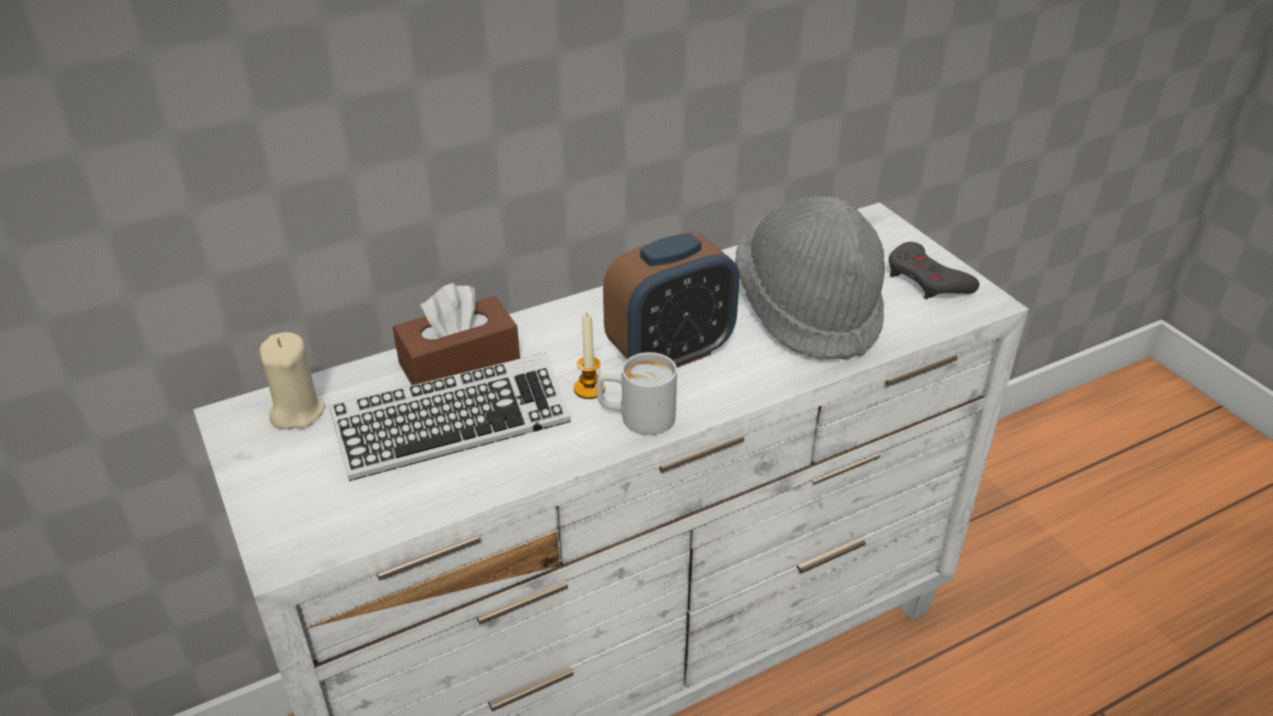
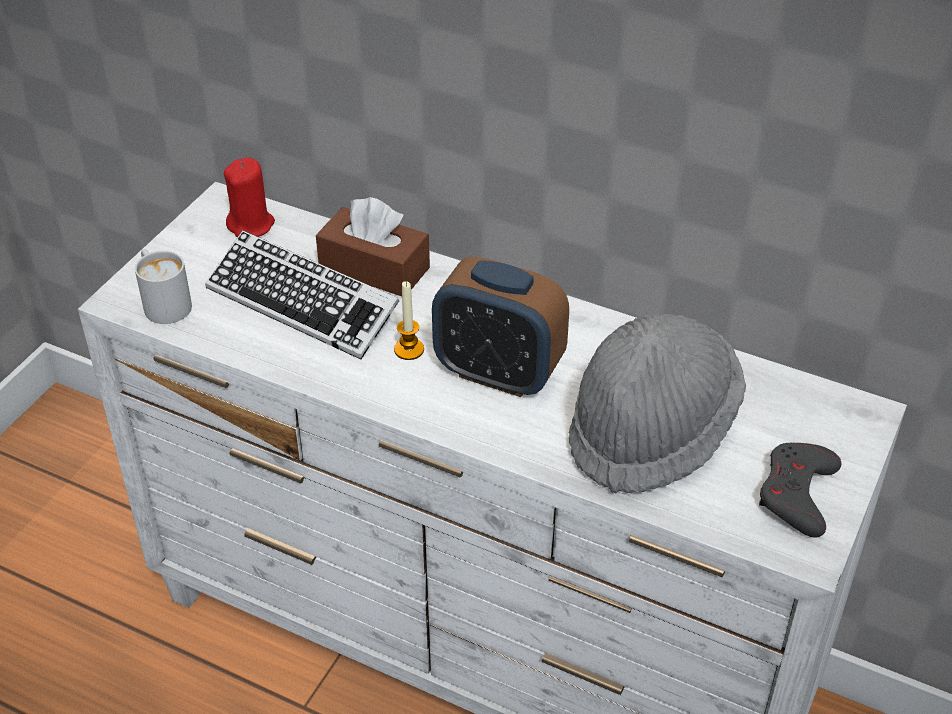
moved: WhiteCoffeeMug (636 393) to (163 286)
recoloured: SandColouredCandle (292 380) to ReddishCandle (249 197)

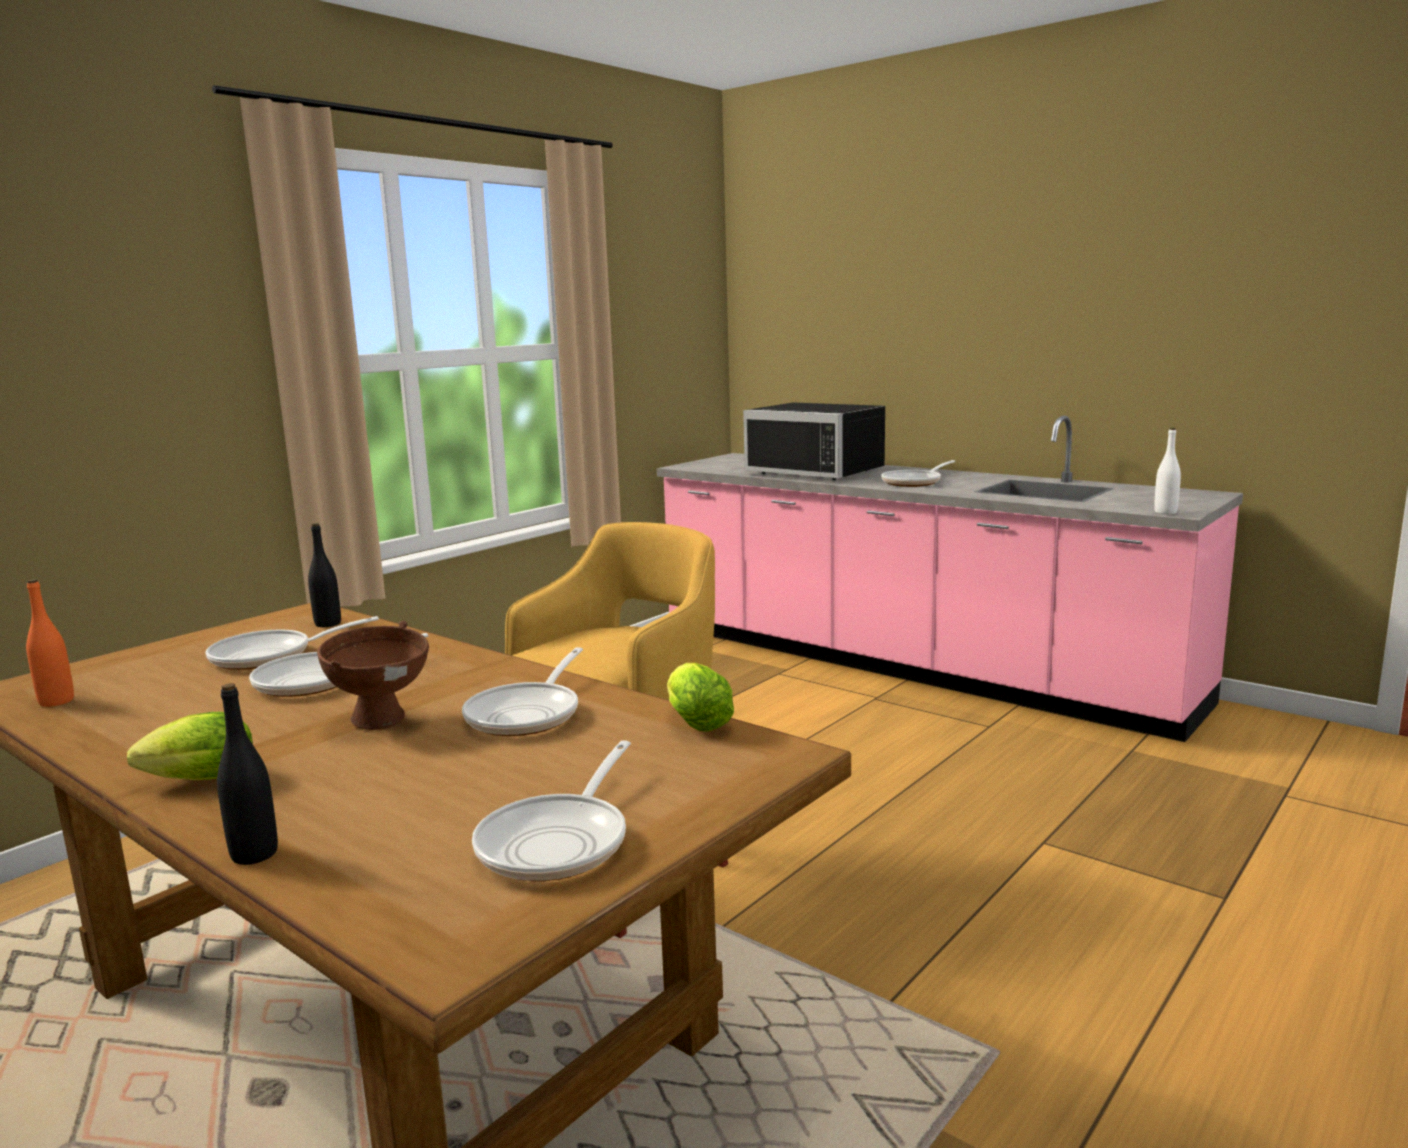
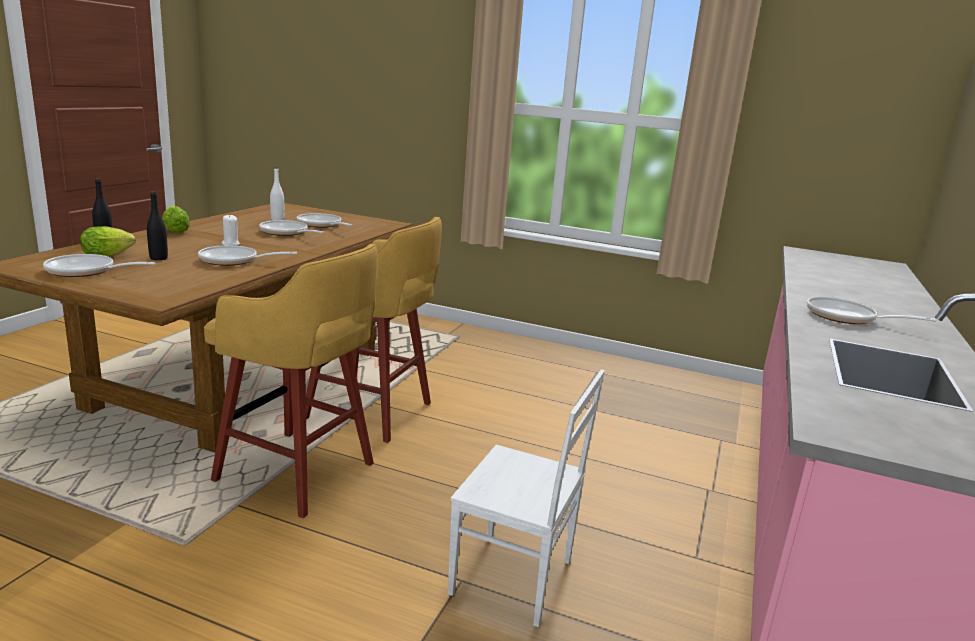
removed: OrangeyBeverageBottle (50 643); BlackColouredMicrowaveOven (814 441)
added: YellowStoolSeat (291 381); WhiteUprightChair (526 498)
moved: LettuceHead (700 697) to (108 241); BlackColouredBeverageBottle (324 575) to (157 225); WhiteBeverageBottle (1167 471) to (277 193)
replaced: BrownColouredServingBowl (373 675) to WhiteCandle (231 230)

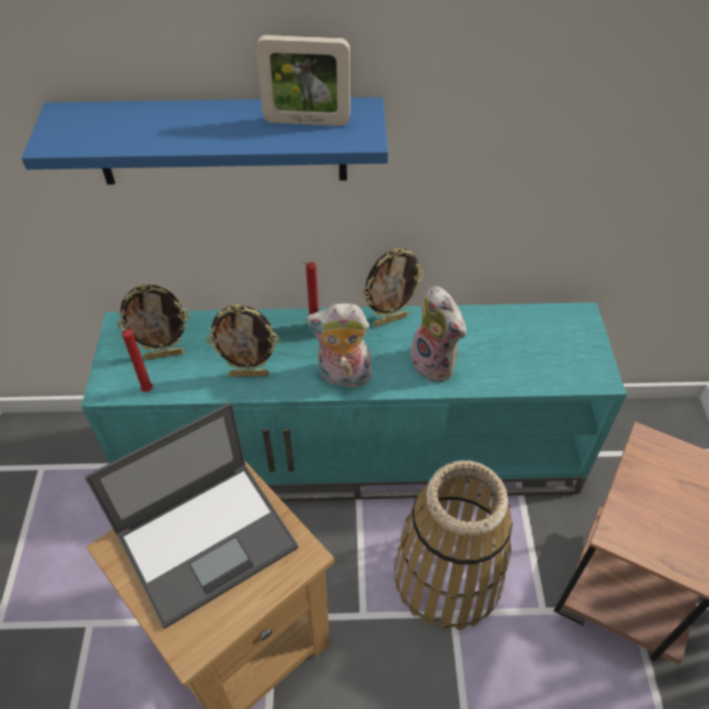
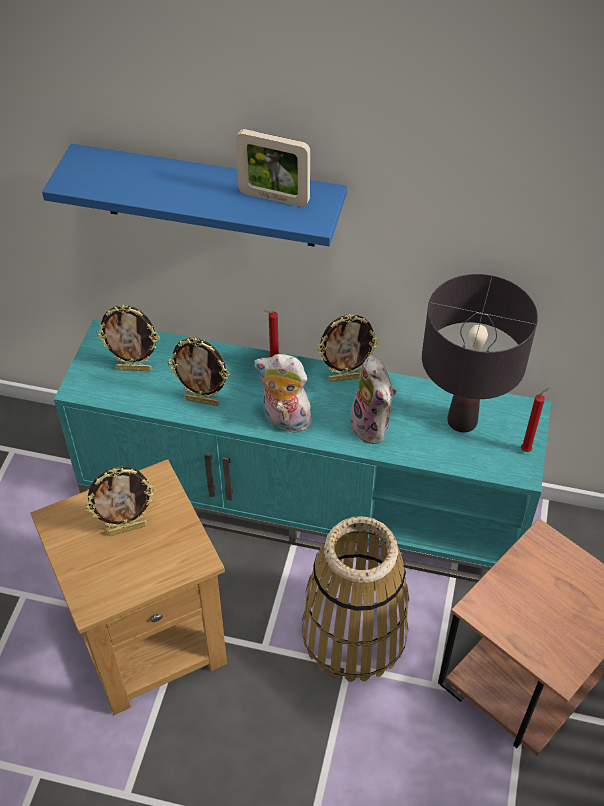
added: BlackColouredLampForATable (480 353)
moved: ReddishCandle (137 355) to (535 419)
replaced: NotebookComputer (191 516) to PhotoFrame (120 501)

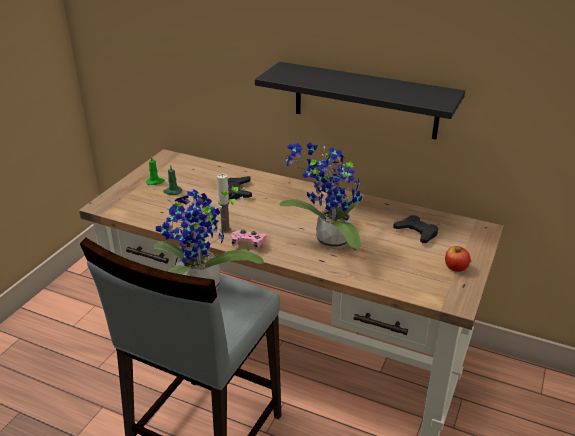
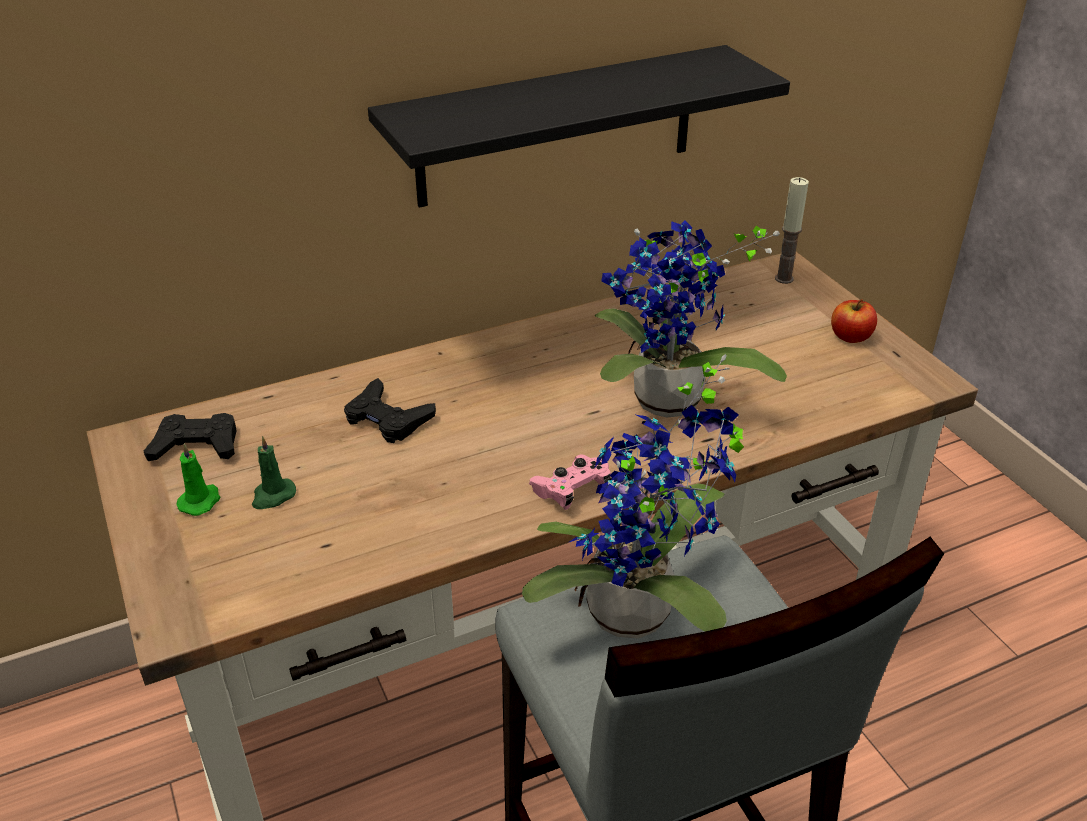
moved: BlackColouredGameController (415 229) to (190 437); Candle (224 203) to (792 230)

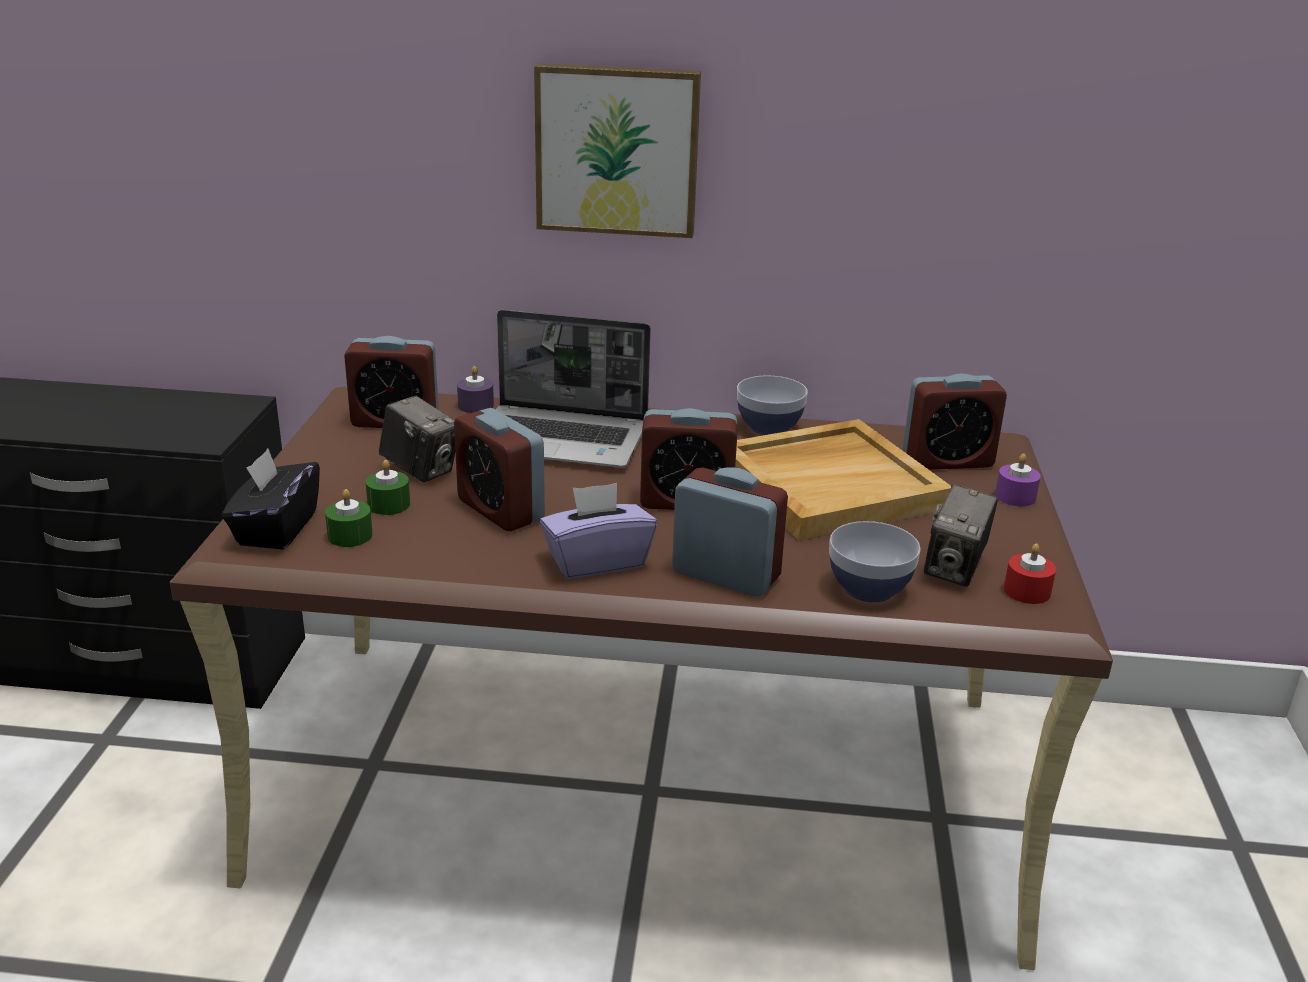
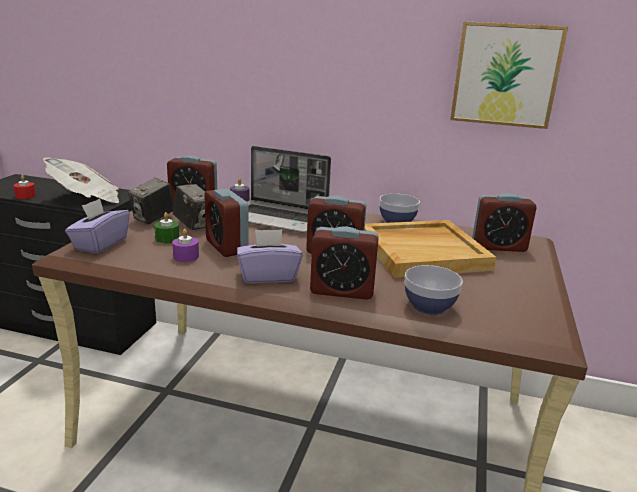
removed: GreenCandle (349 518)
added: DailyPaper (81 180)
moved: ReddishCandle (1030 573) to (25 187); PhotoCamera (961 535) to (151 201); PurplishCandle (1018 479) to (185 245); Picture (617 150) to (509 75)
recoloured: BlackColouredTissueBox (271 499) to PurplishTissueBox (97 226)
turned: BedsideClock (730 532) = (344 263) 150 degrees clockwise

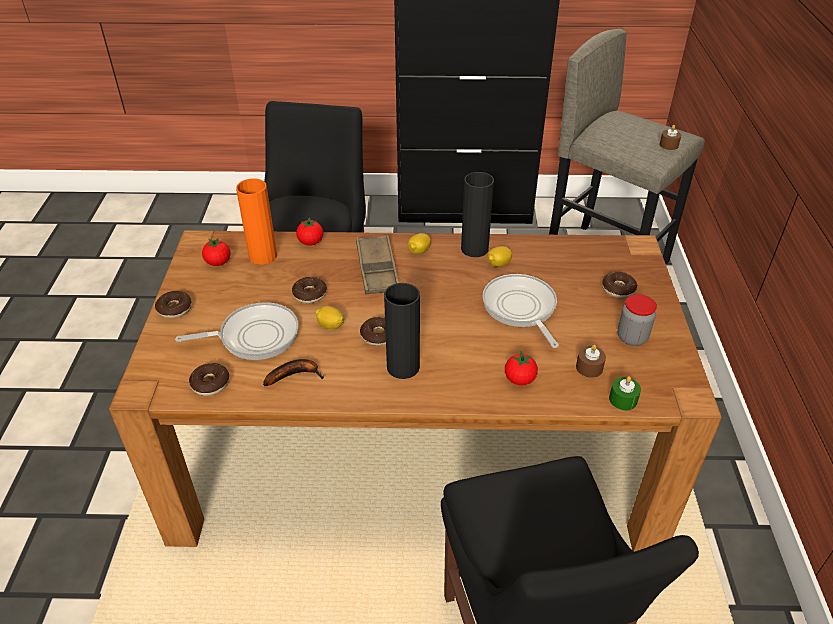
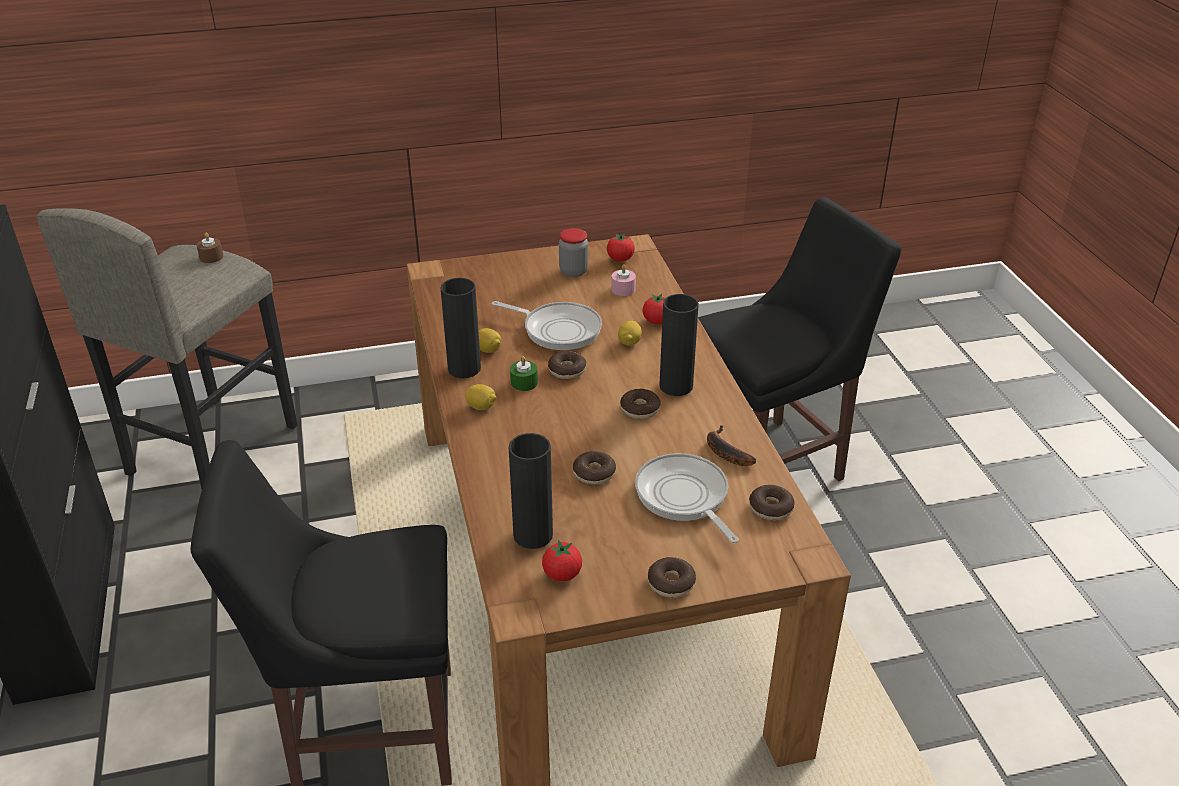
removed: BrownColouredTray (377 265)
moved: GreenCandle (625 393) to (524 373); RingDoughnut (619 285) to (567 365); FreshTomato (309 231) to (621 247); CitrusFruit (329 317) to (630 333)
recoloured: OrangeyVase (256 222) to BlackColouredVase (531 491); BrownColouredCandle (591 361) to PinkishCandle (623 280)
turned: Pan (520 311) = (547 325) 120 degrees counterclockwise

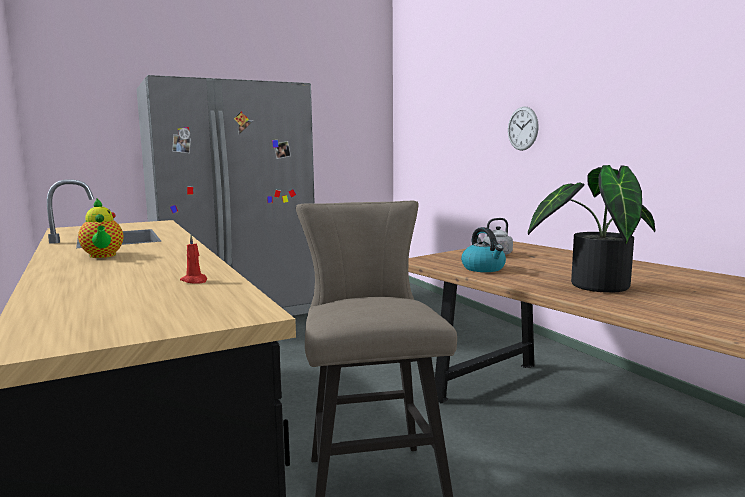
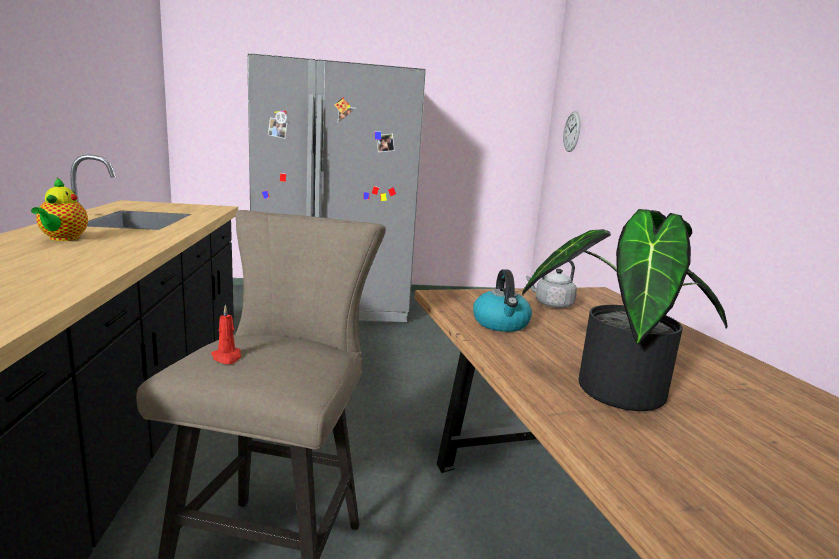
moved: ReddishCandle (193 259) to (226 334); HangingClock (523 128) to (572 131)

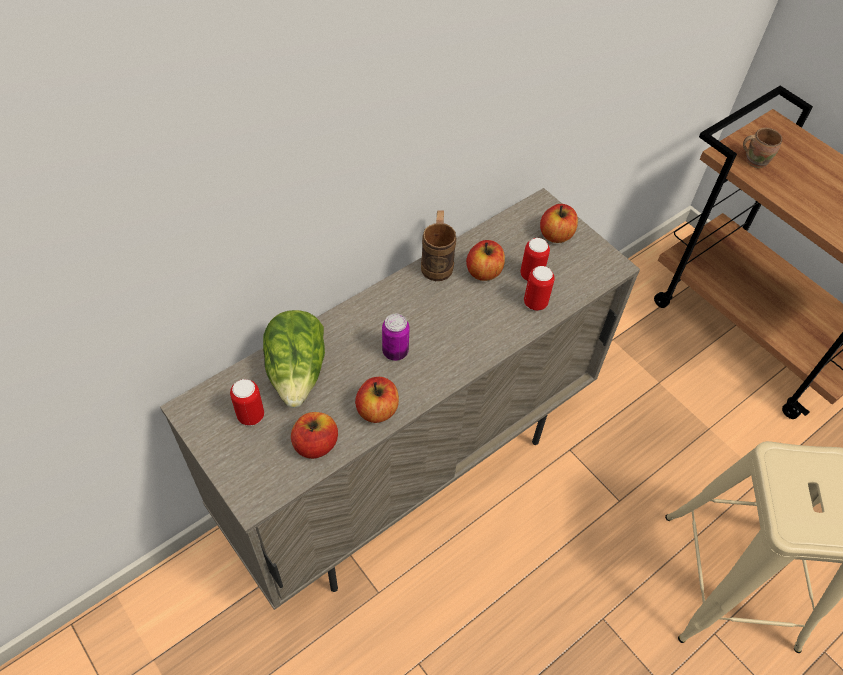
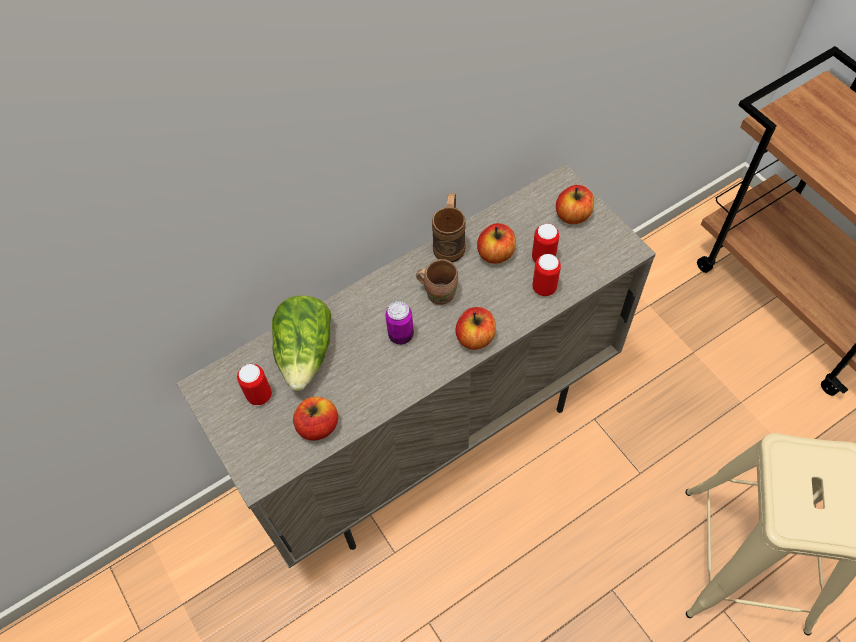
moved: BrownColouredCoffeeMug (762 148) to (437 282); Apple (377 400) to (475 328)

